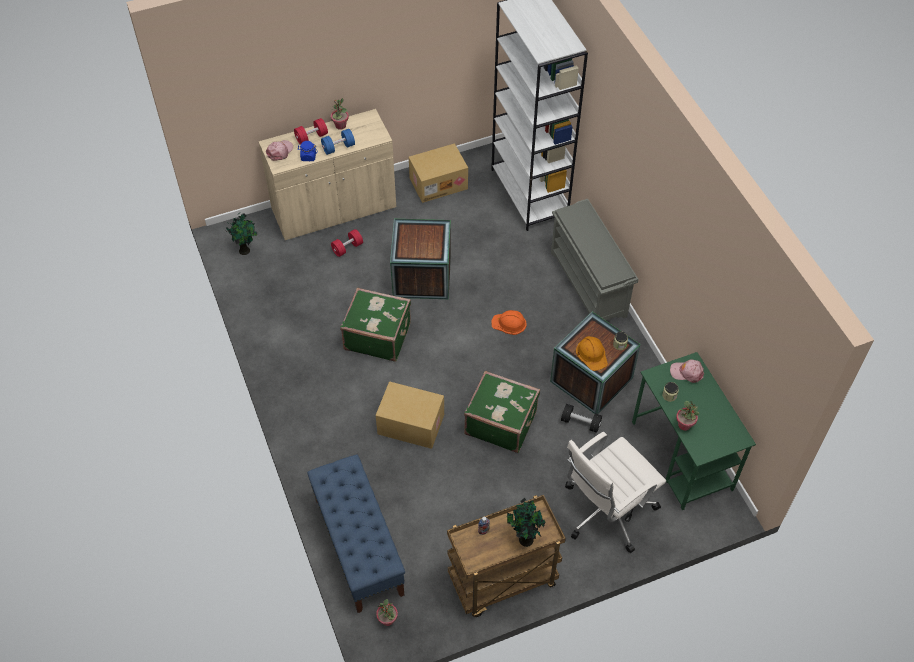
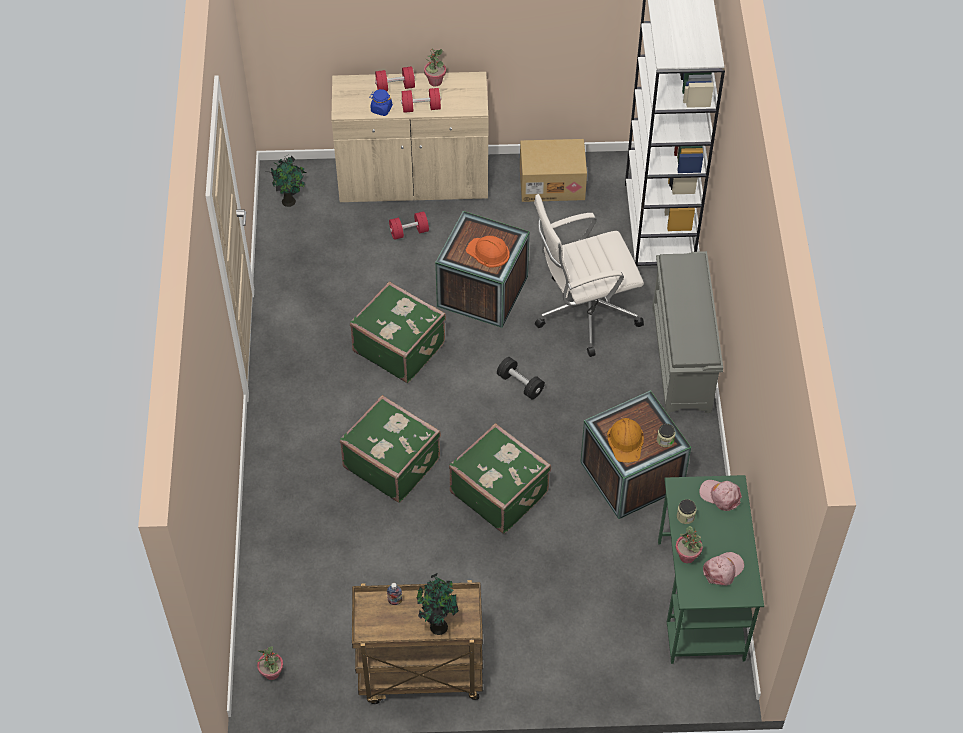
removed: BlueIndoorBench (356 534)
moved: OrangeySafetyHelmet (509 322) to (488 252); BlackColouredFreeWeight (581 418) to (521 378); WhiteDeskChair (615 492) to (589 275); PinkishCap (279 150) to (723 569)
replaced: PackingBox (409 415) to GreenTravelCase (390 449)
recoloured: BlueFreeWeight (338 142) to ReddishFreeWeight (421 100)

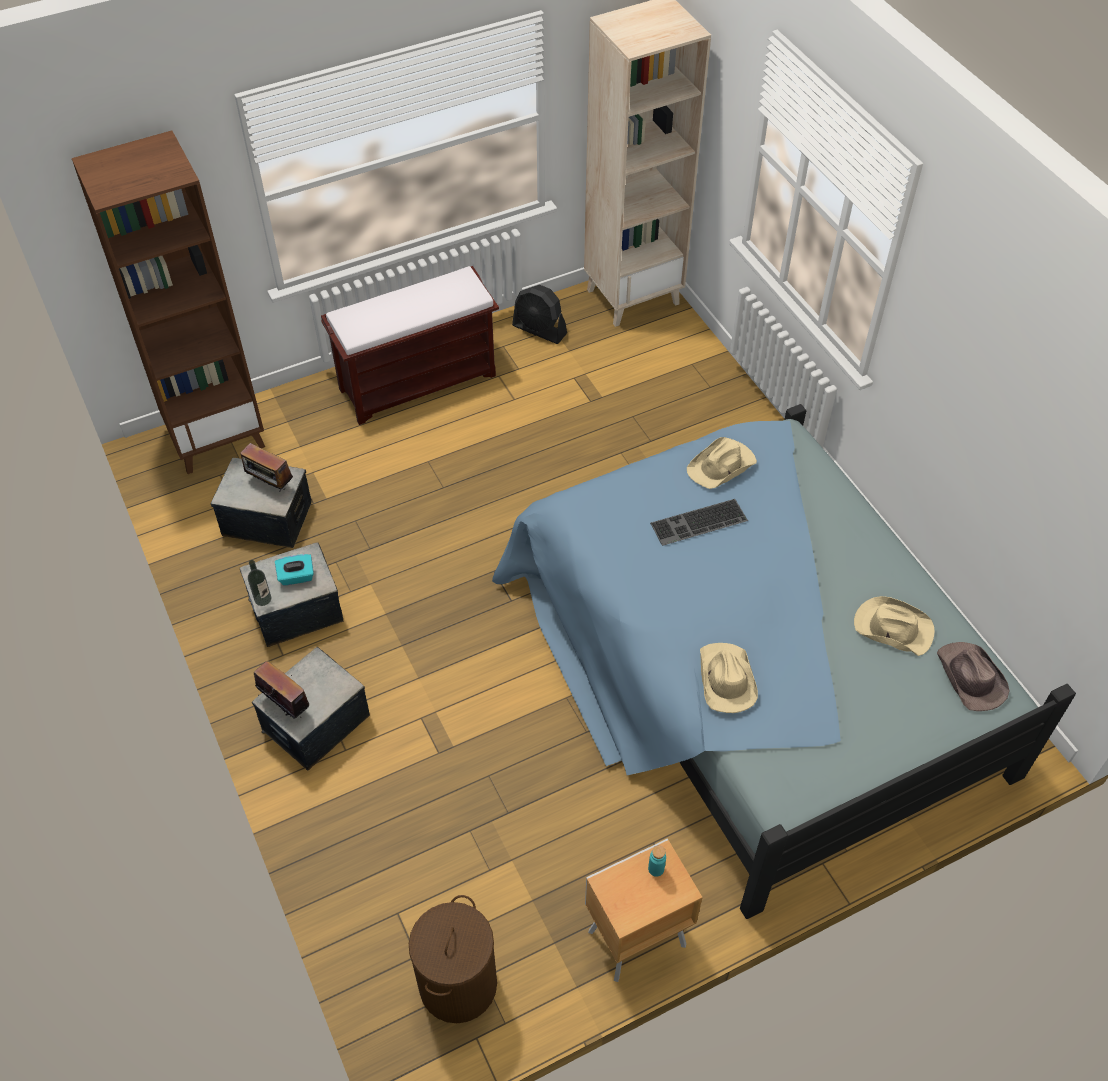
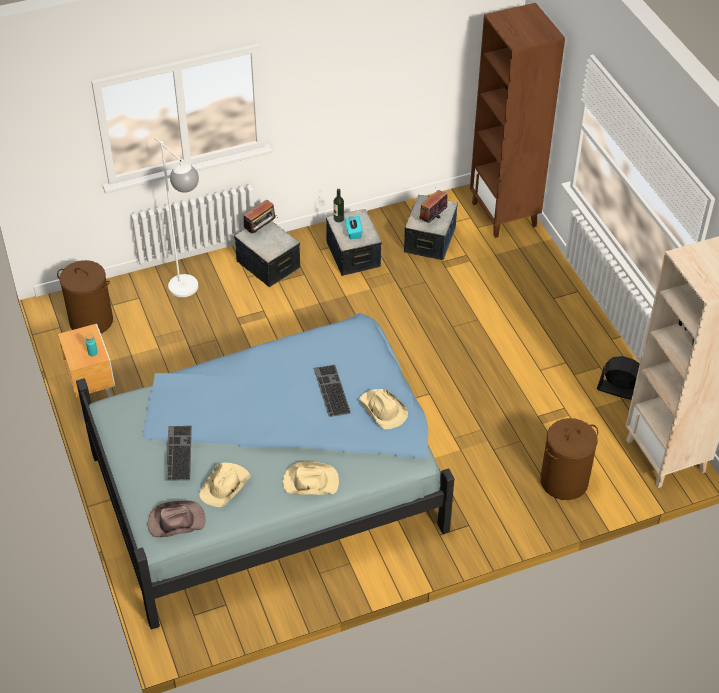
removed: BrownColouredIndoorBench (410 345)
added: WhiteFloorLamp (176 217); PcKeyboard (179 453); BrownColouredWashingBasket (569 459)
moved: SandColouredHat (729 678) to (311 478)
turned: BlackColouredFan (539 314) = (618 378) 75 degrees clockwise

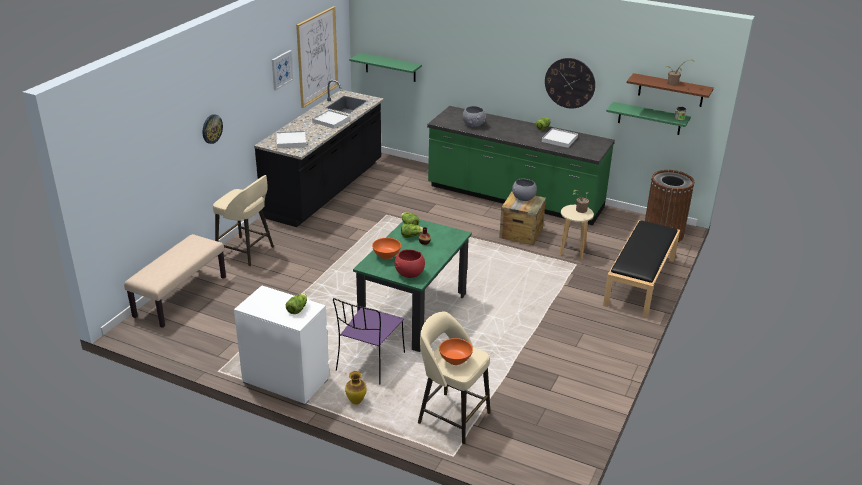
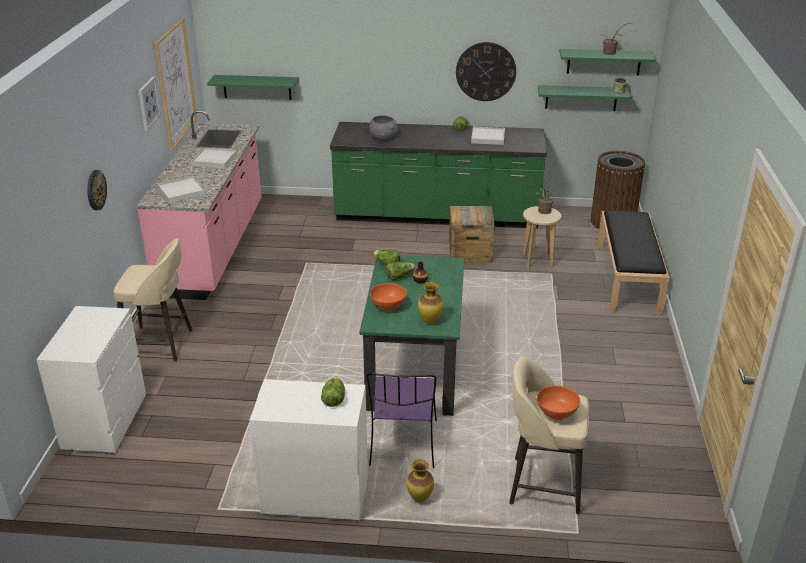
removed: GreyishServingBowl (524 189)
replaced: SandColouredIndoorBench (175 281) to WhiteChestOfDrawers (91 380); ReddishServingBowl (410 263) to Vase (431 303)
recoloured: BlackColouredKitchenBaseUnit (319 153) to PinkishKitchenBaseUnit (199 205); BrownColouredShelf (670 90) to GreenShelf (608 62)

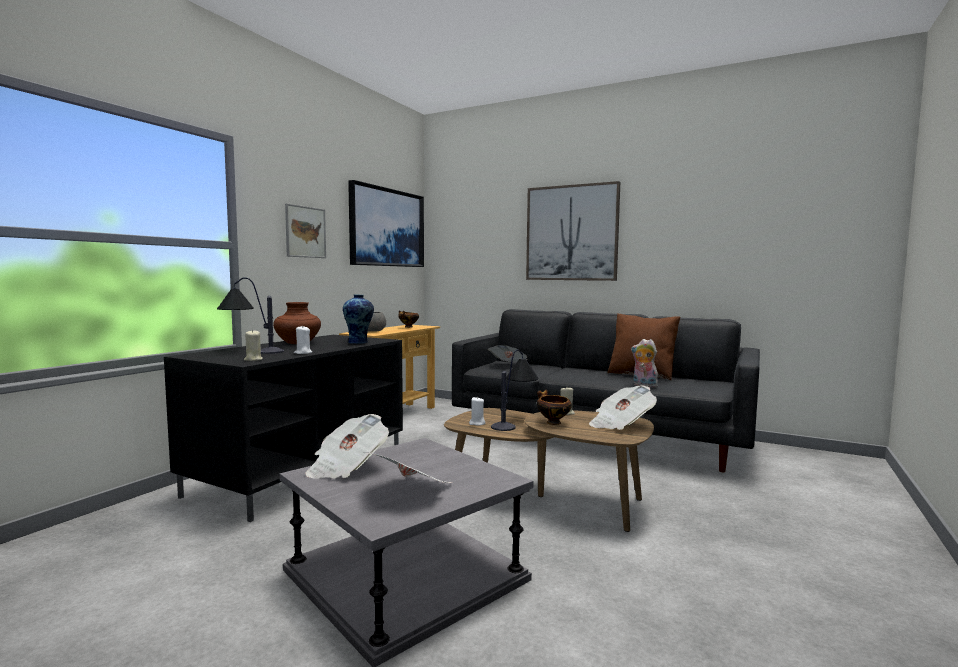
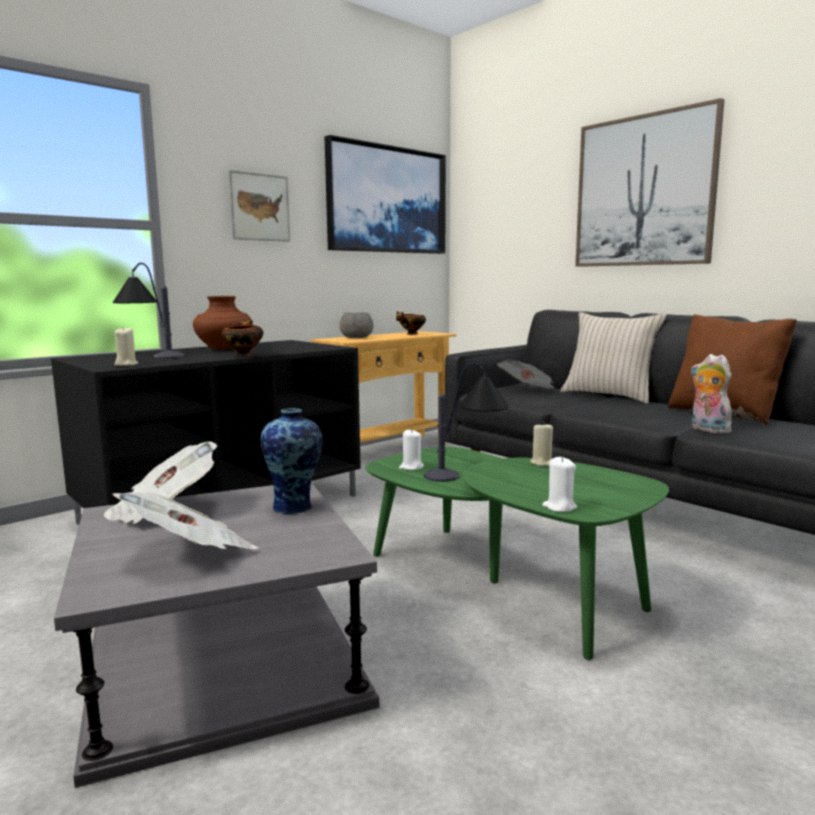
removed: DailyPaper (623 407)
added: SandColouredThrowPillow (614 358)
moved: ServingBowl (554 407) to (242 338); Vase (358 319) to (292 461); WhiteCandle (303 339) to (559 484)
recoloured: BrownColouredCoffeeTable (549 470) to GreenCoffeeTable (517 553)

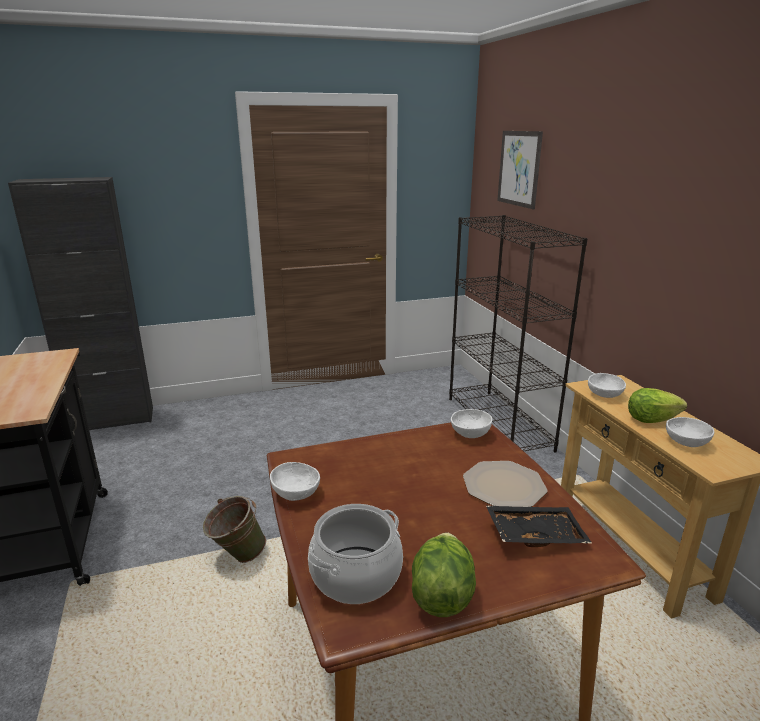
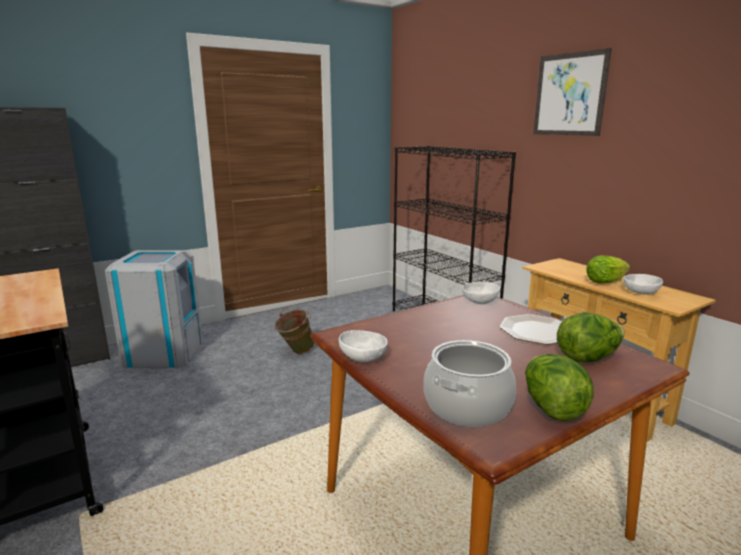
removed: WhiteServingBowl (607 385)
added: GreyishWasteBin (154 309)
moved: GreenBucket (234 529) to (295 331); Picture (520 170) to (572 92)
replaced: BlackColouredTray (539 526) to LettuceHead (591 337)

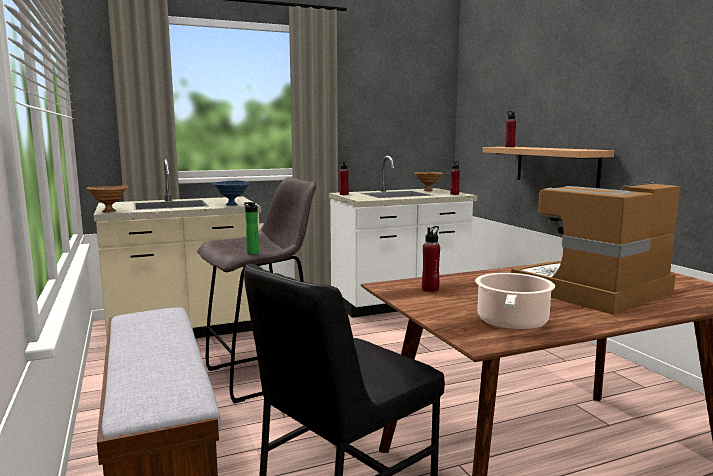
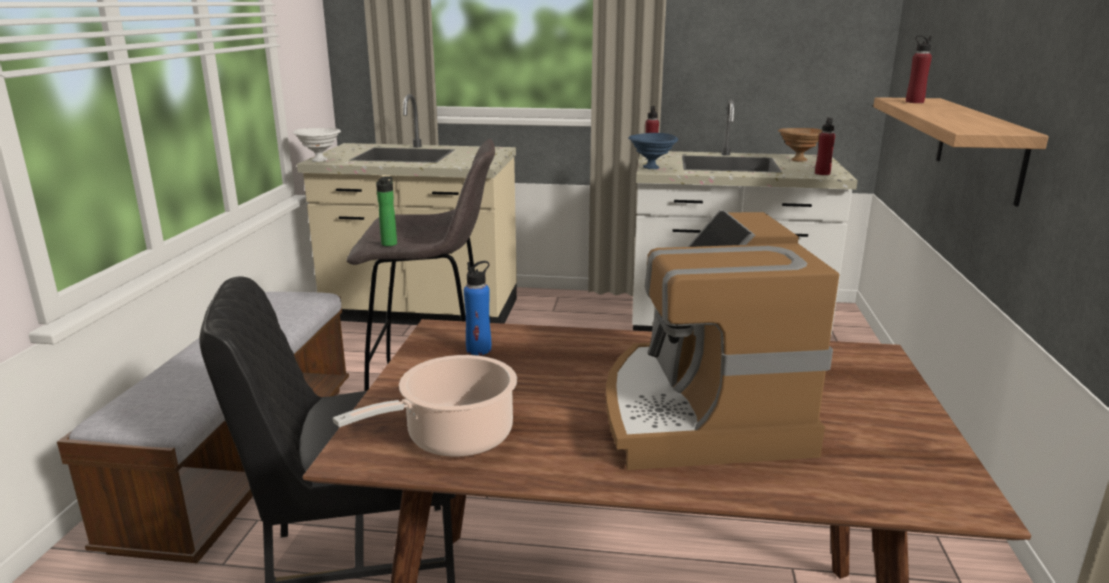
moved: BlueServingBowl (231 193) to (653 151)
recoloured: BrownColouredServingBowl (107 198) to WhiteServingBowl (317 145); ReddishBeverageBottle (431 259) to BlueBeverageBottle (477 308)
turned: CoffeeMachine (595 248) = (722 340) 90 degrees counterclockwise

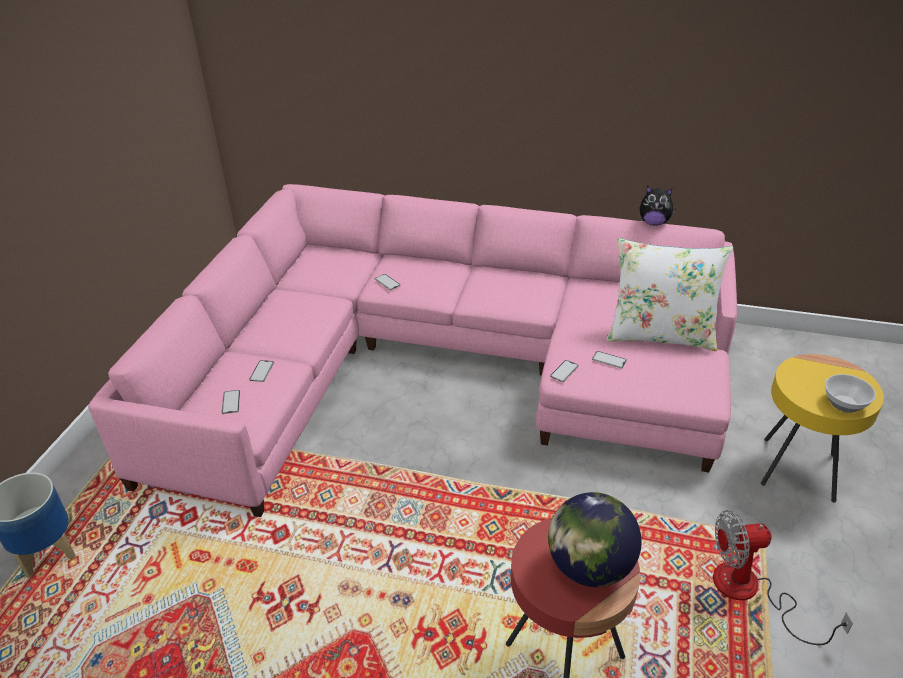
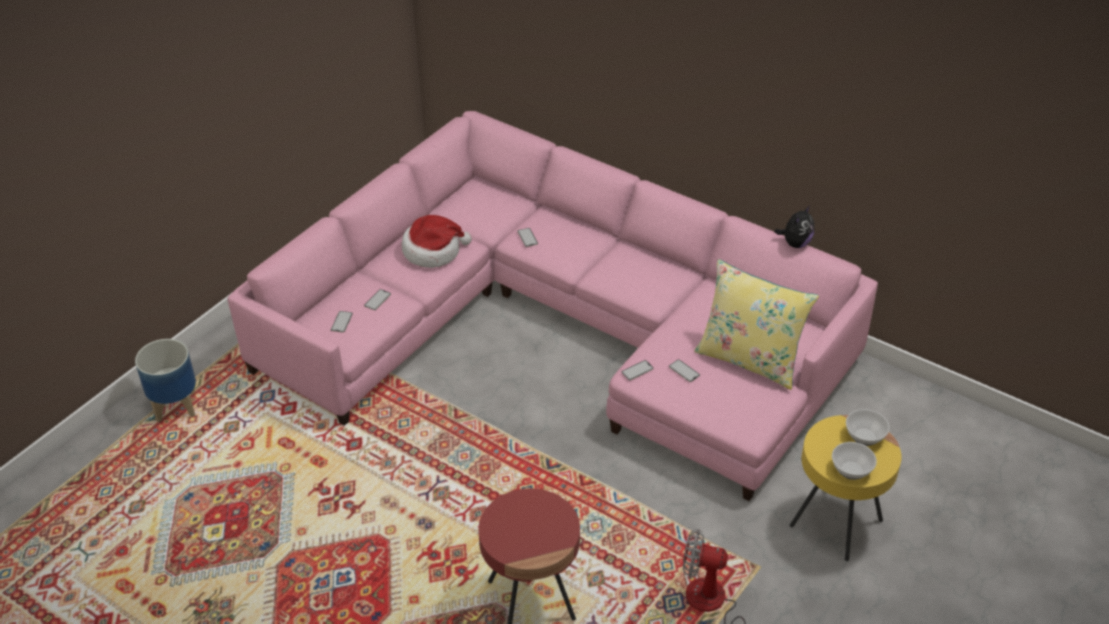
removed: WorldGlobe (595 539)
added: Hat (437 241); ServingBowl (868 427)
recoloured: WhiteThrowPillow (669 294) to YellowThrowPillow (756 324)
turned: SoftToy (658 206) = (794 226) 90 degrees counterclockwise

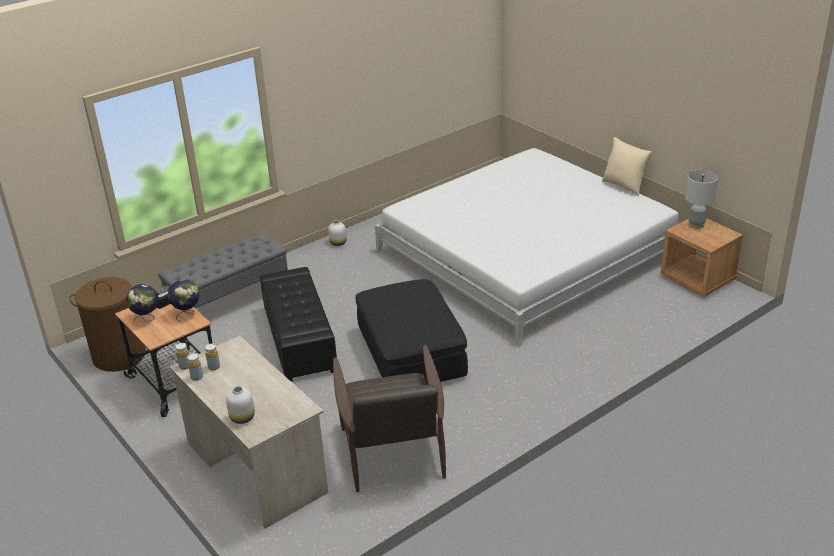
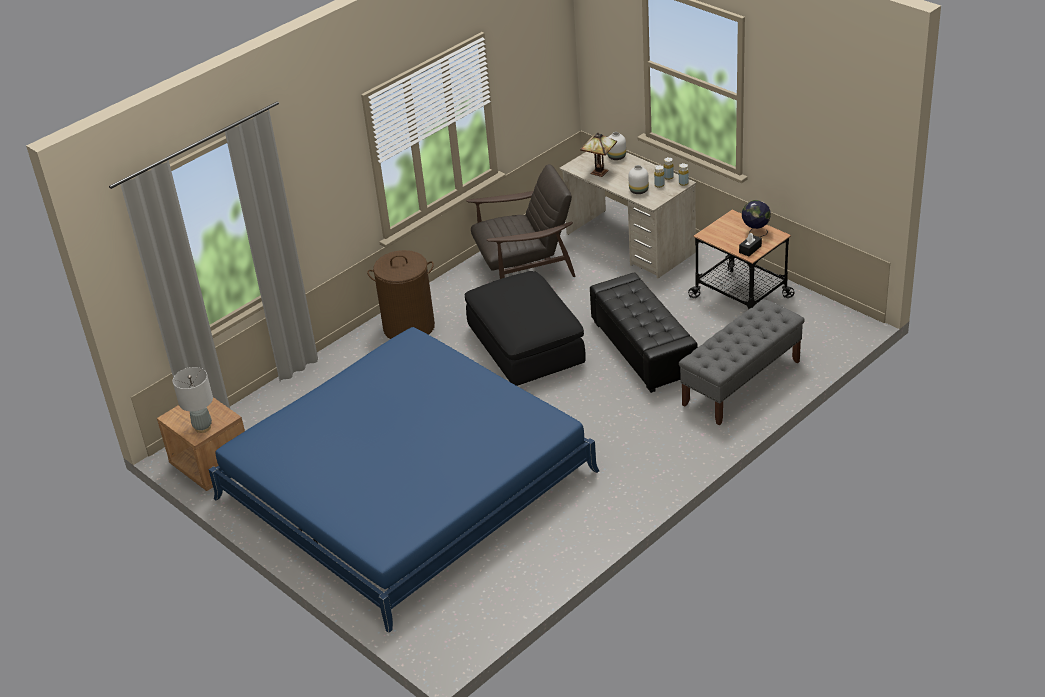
removed: WorldGlobe (183 300); SandColouredThrowPillow (627 166)
added: LampForATable (598 155)
moved: BrownColouredWashingBasket (107 324) to (401 294); WhiteVase (337 233) to (638 179)
recoloured: WhiteBed (527 247) to BlueBed (404 480)
turned: BrownColouredLoungeChair (389 418) = (520 221) 90 degrees clockwise

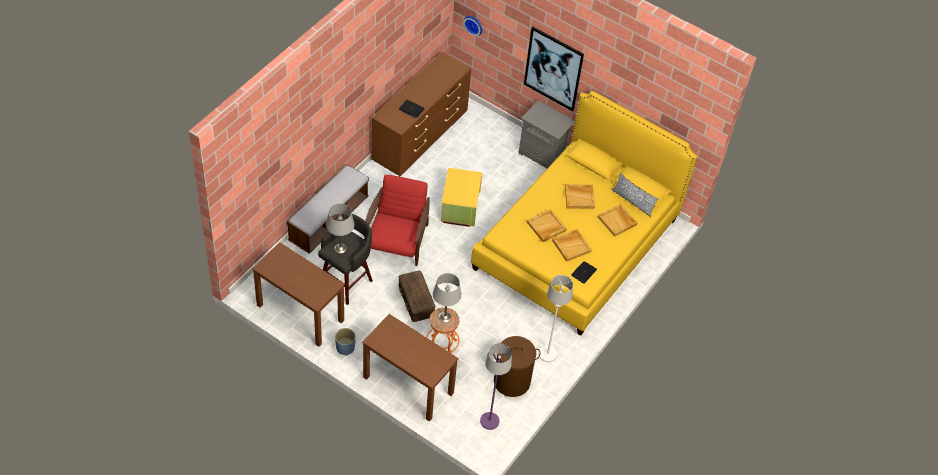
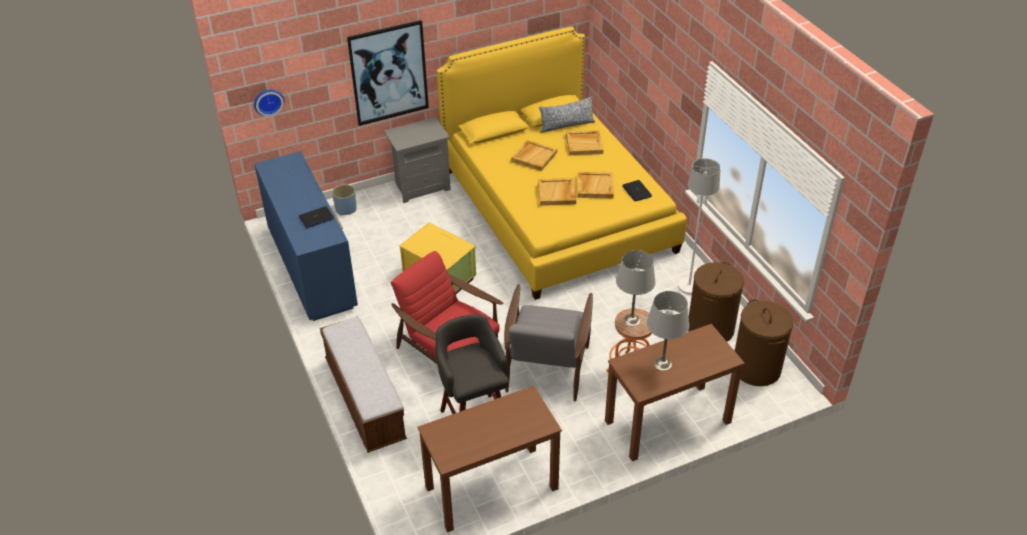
moved: BluePlantPot (345 342) to (344 200); GreyishLampForATable (340 228) to (668 331)
replaced: BrownColouredStorageBox (416 296) to GreyishLoungeChair (548 343); PurplishFloorLamp (496 386) to BrownColouredWashingBasket (764 342)
recoloured: BrownColouredChestOfDrawers (421 114) to BlueChestOfDrawers (306 236)

